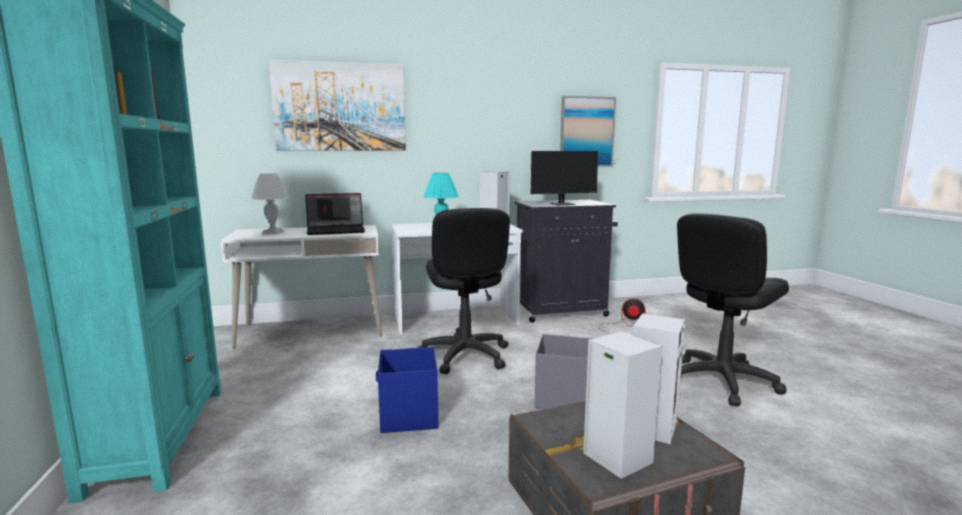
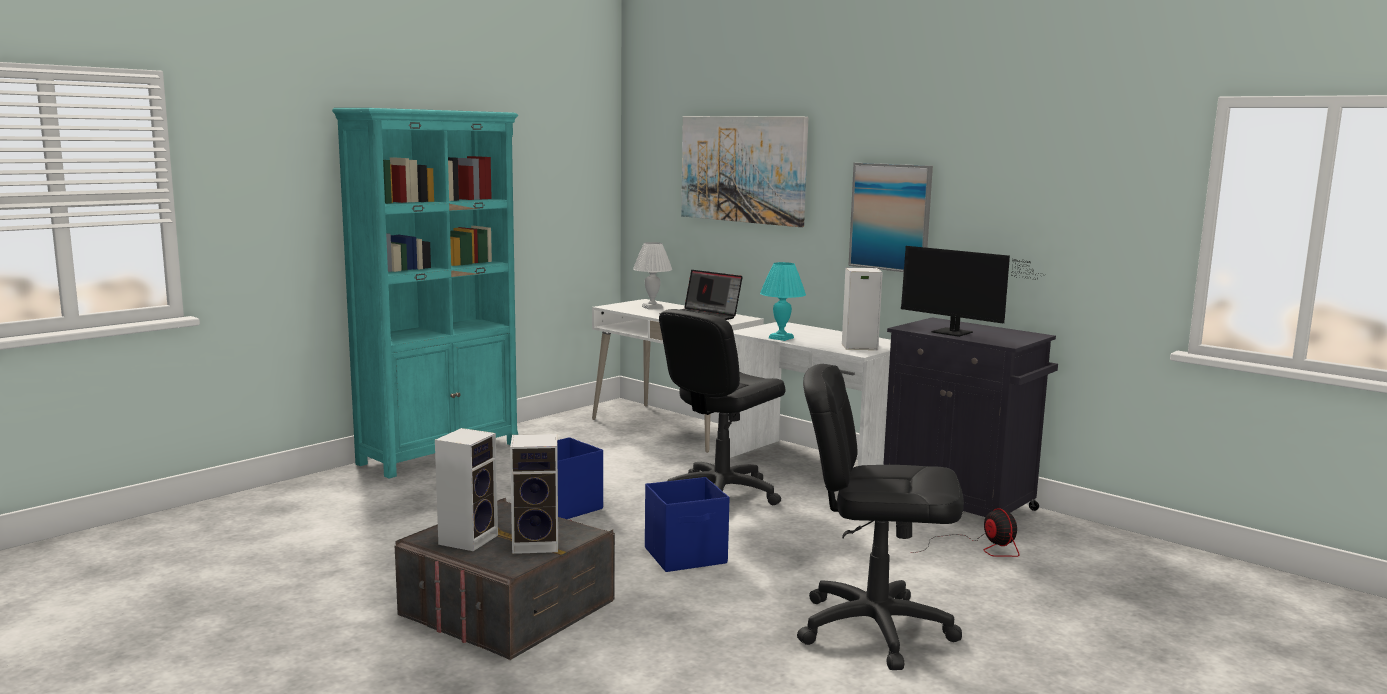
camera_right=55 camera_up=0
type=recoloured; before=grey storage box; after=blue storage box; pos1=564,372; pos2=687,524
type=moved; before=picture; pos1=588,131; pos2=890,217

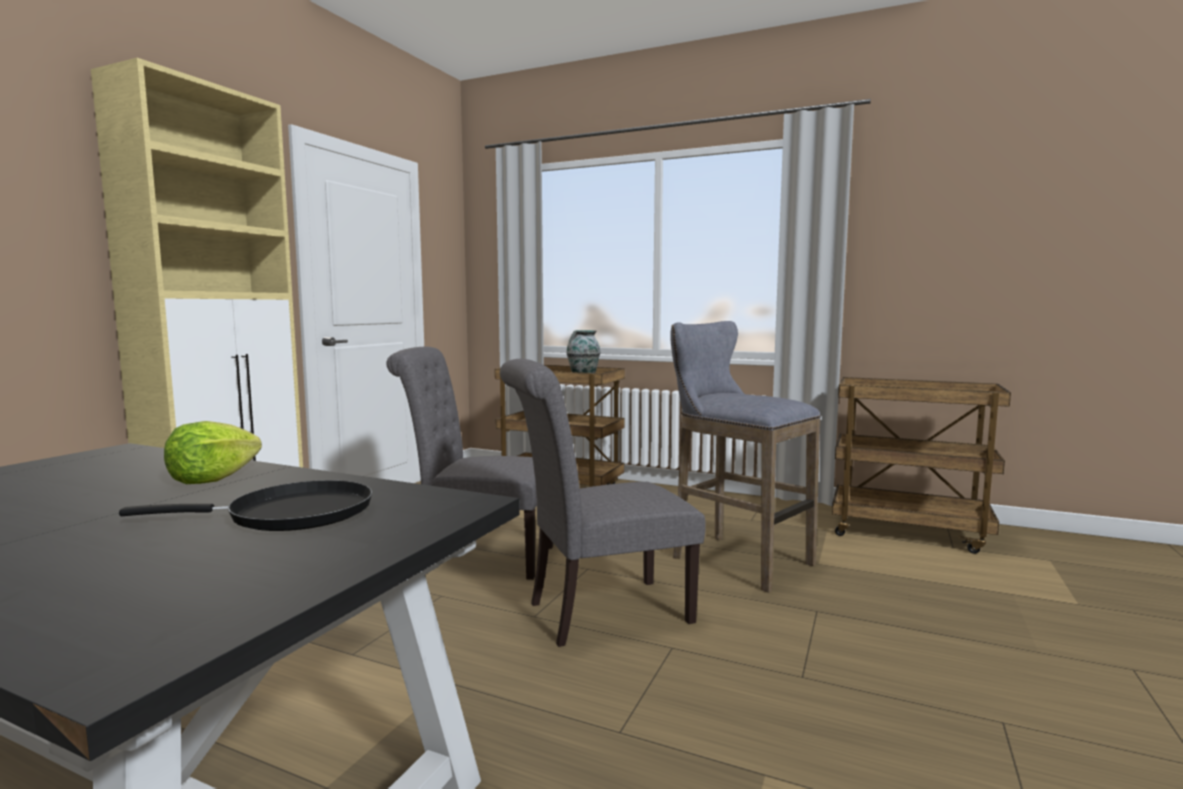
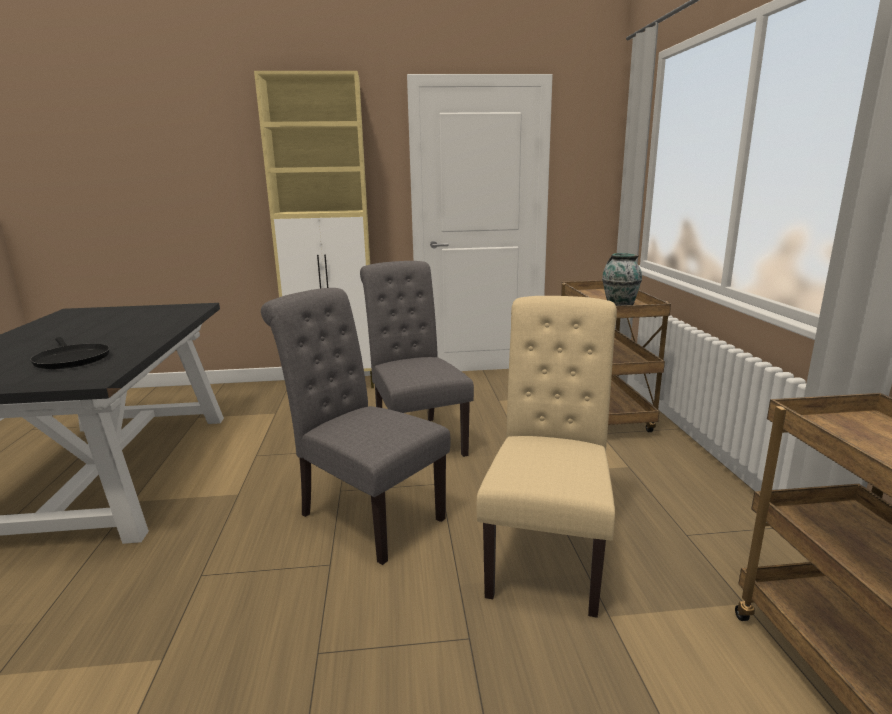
camera_right=60 camera_up=10
type=replaced; before=grey stool; after=beige chair; pos1=745,457; pos2=547,457
type=removed; before=lettuce; pos1=213,452

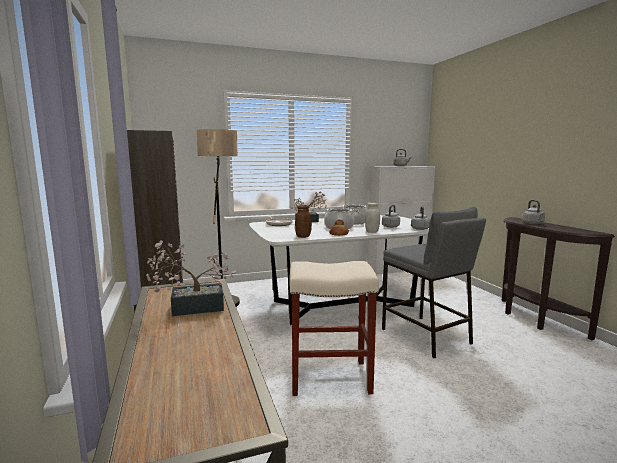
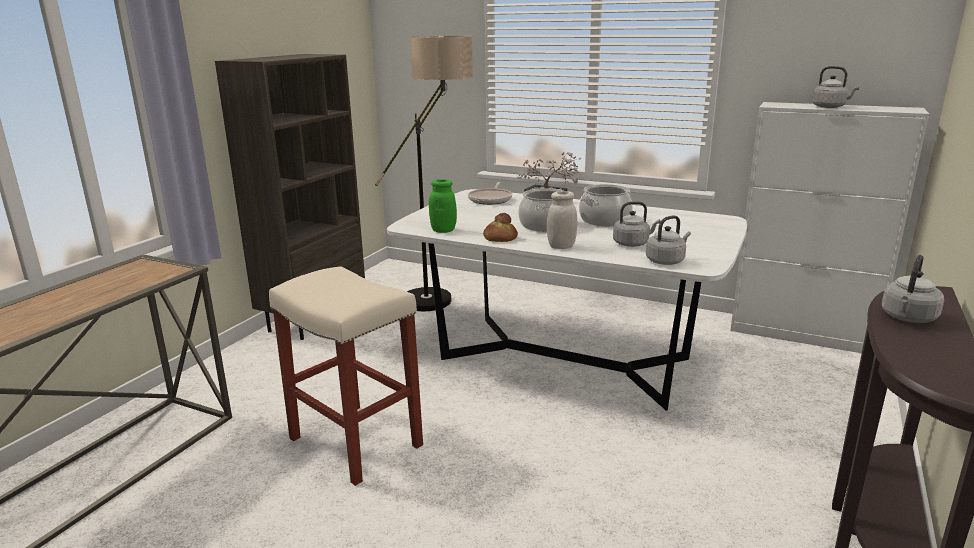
camera_right=45 camera_up=10
type=recoloured; before=brown jar; after=green jar; pos1=303,221; pos2=443,206
type=removed; before=potted plant; pos1=191,278
type=removed; before=grey stool; pos1=434,283

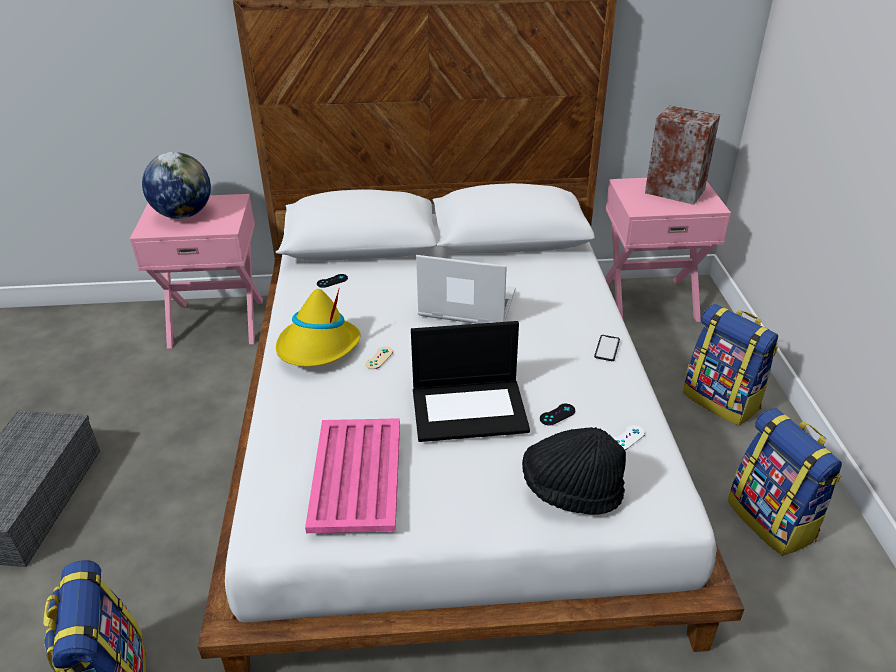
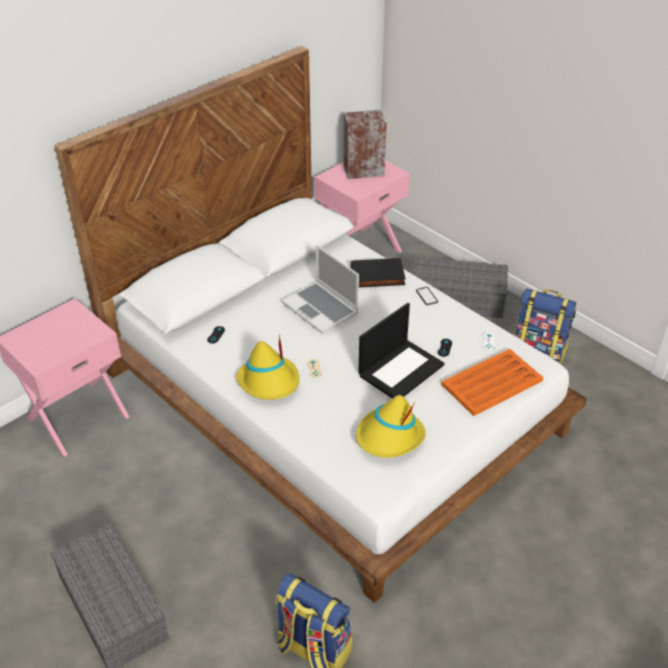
camera_right=-40 camera_up=5
type=turned; before=laptop; pos1=465,289; pos2=320,289; turn=-105
type=added; after=black book; pos2=378,273
type=replaced; before=pink tray; after=yellow hat; pos1=352,475; pos2=391,426
type=replaced; before=backpack; after=grey storage box; pos1=730,364; pos2=460,287
type=replaced; before=black hat; after=orange tray; pos1=574,471; pos2=492,382
type=removed; before=globe; pos1=176,185

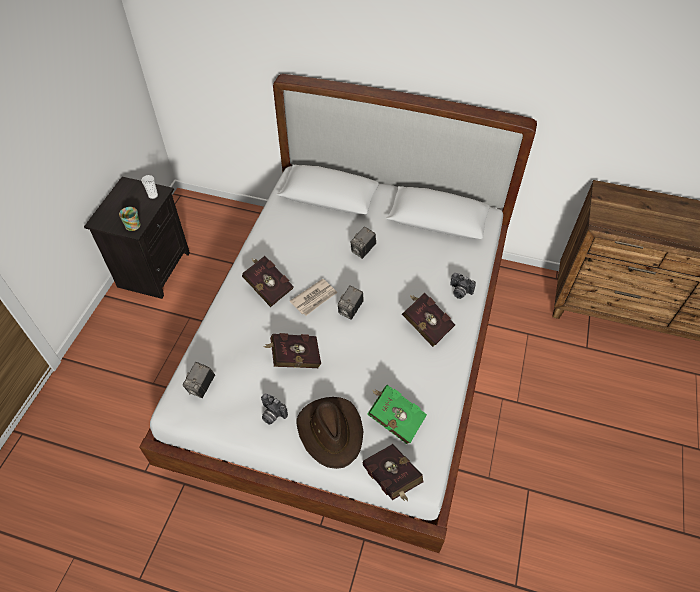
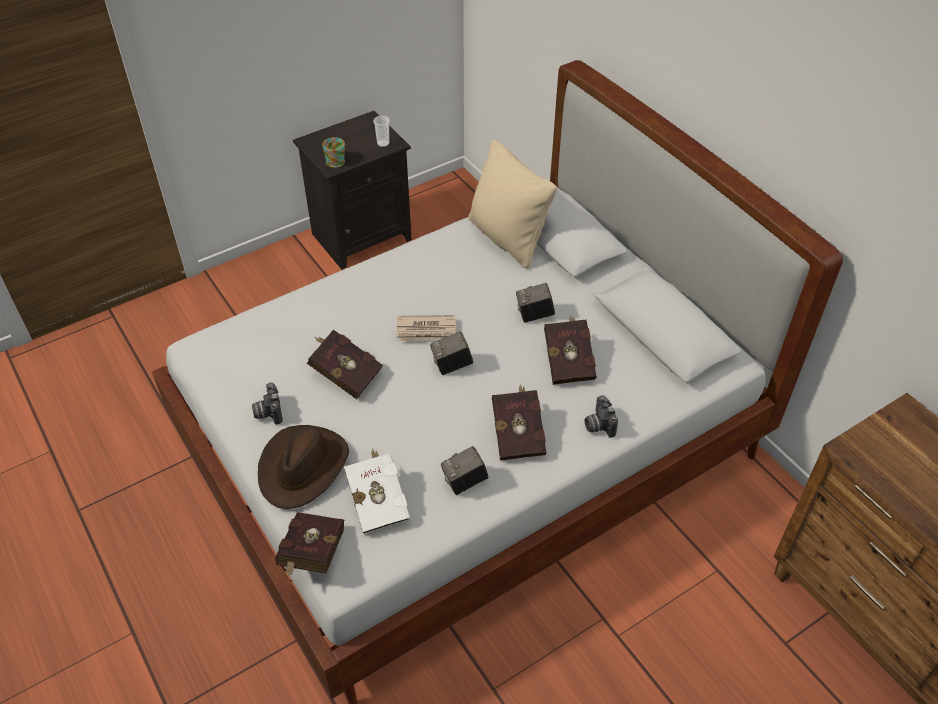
camera_right=40 camera_up=-5
type=recoloured; before=green book; after=white book; pos1=397,414; pos2=377,491
type=moved; before=photo camera; pos1=199,380; pos2=464,470
type=added; after=beige pillow; pos2=512,204
type=moved; before=red book; pos1=268,281; pos2=570,350

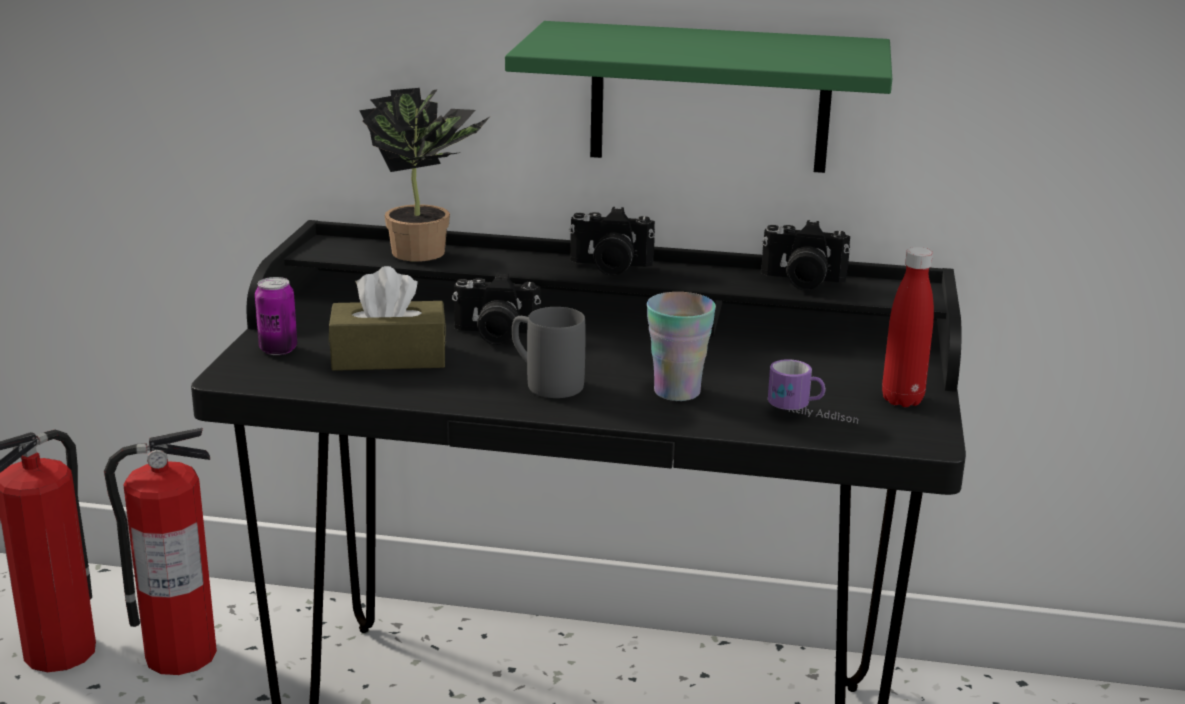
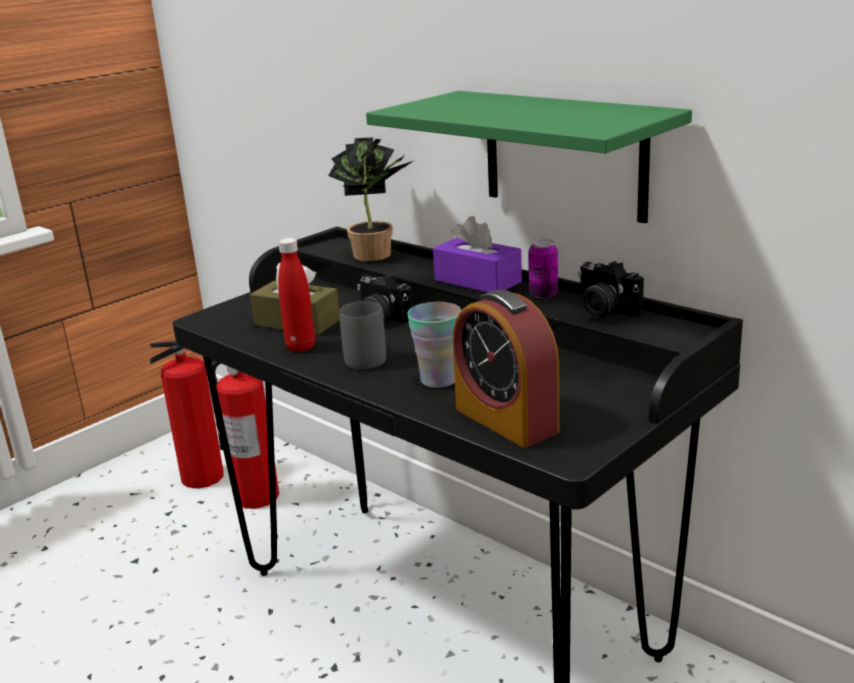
camera_right=35 camera_up=0
type=moved; before=red bottle; pos1=908,327; pos2=296,295
type=replaced; before=photo camera; after=purple tissue box; pos1=612,241; pos2=477,254
type=replaced; before=mug; after=alarm clock; pos1=813,391; pos2=506,369
type=moved; before=can; pos1=276,316; pos2=543,268

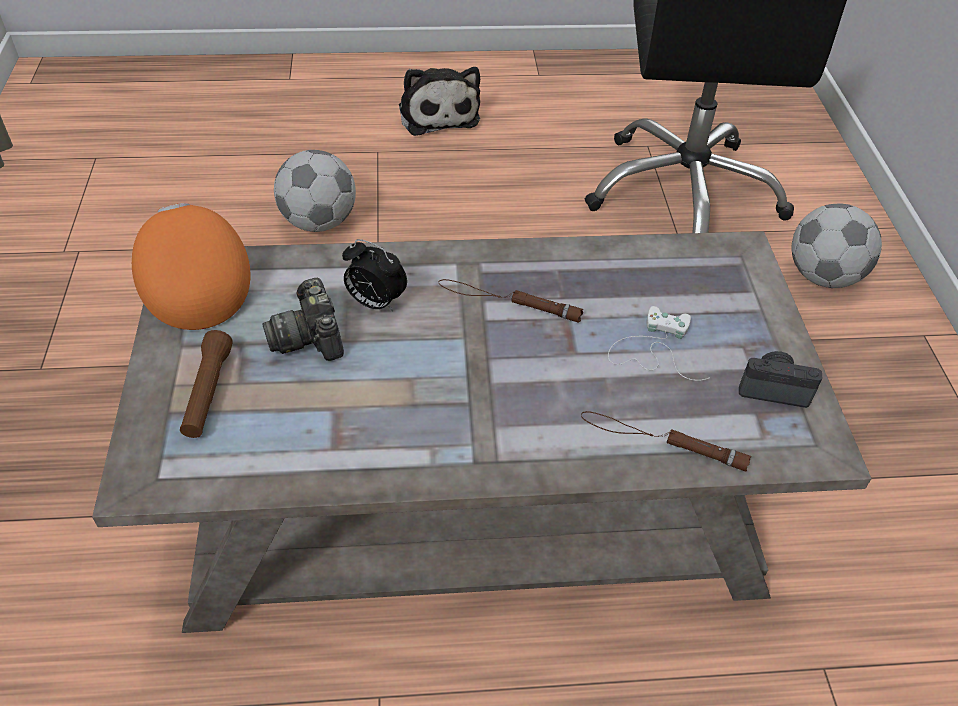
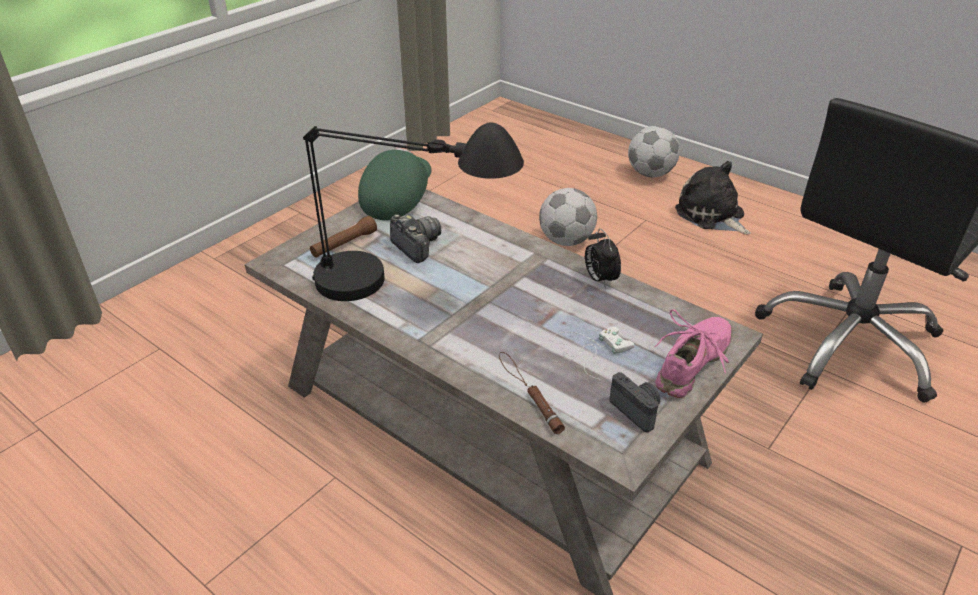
camera_right=45 camera_up=-10
type=added; after=black table lamp; pos2=413,211
type=recoloured; before=orange cap; after=green cap; pos1=191,266; pos2=395,184
type=turned; before=photo camera; pos1=303,319; pos2=415,238; turn=120
type=moved; before=alarm clock; pos1=374,275; pos2=603,257
type=moved; before=football; pos1=836,246; pos2=654,151
type=added; after=pink shoe; pos2=694,353
type=turned; before=plush toy; pos1=439,101; pos2=713,197; turn=120
type=removed; before=brown flashlight; pos1=511,301

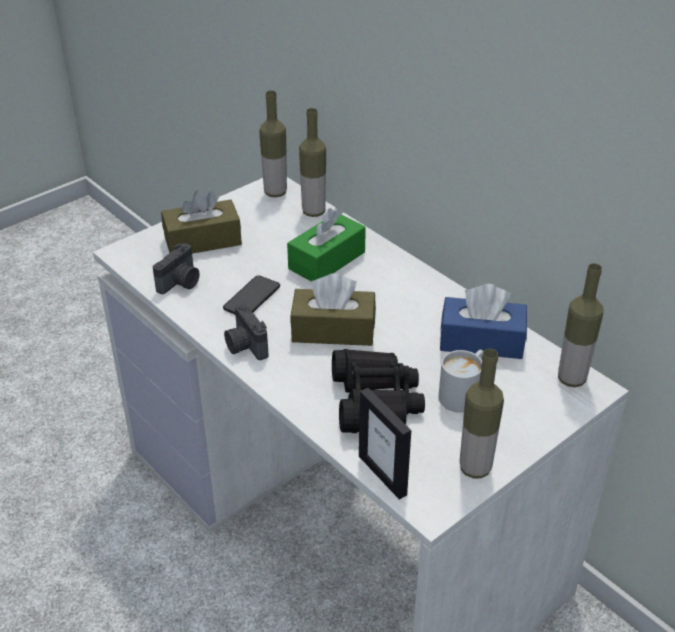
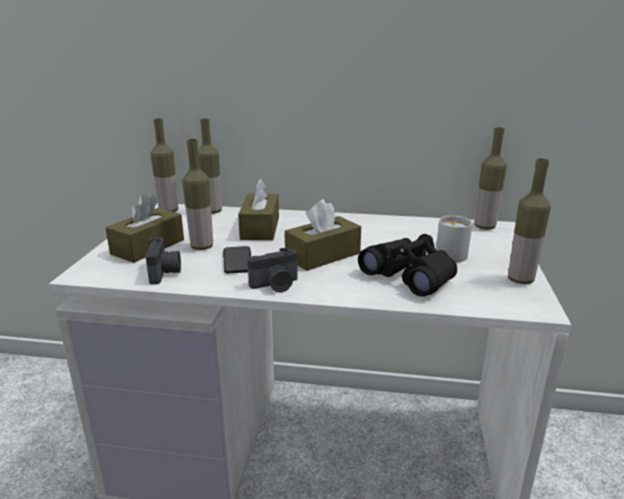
camera_right=-40 camera_up=-15
type=added; after=bottle; pos2=197,194
type=recoloured; before=green tissue box; after=brown tissue box; pos1=326,244; pos2=258,209
type=turned; before=photo camera; pos1=246,331; pos2=272,269; turn=-45
type=removed; before=picture frame; pos1=385,444
type=removed; before=blue tissue box; pos1=483,321

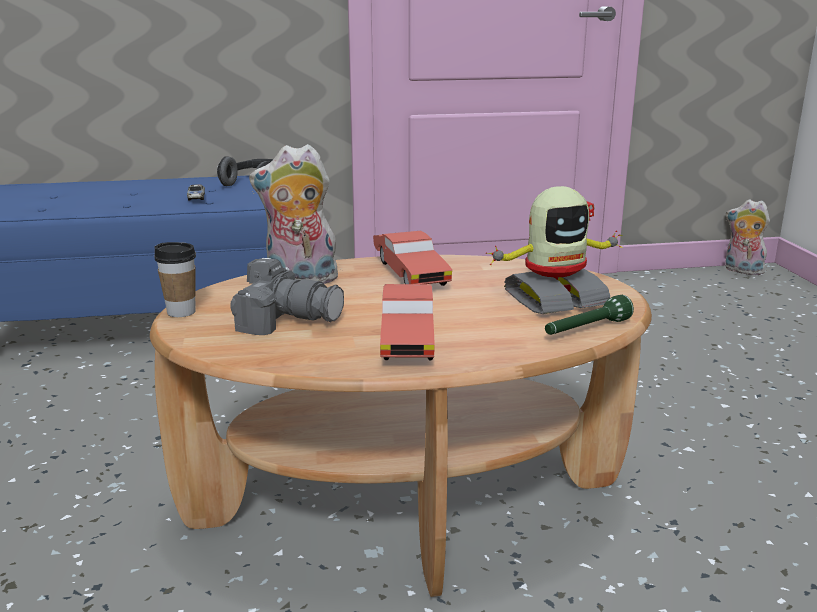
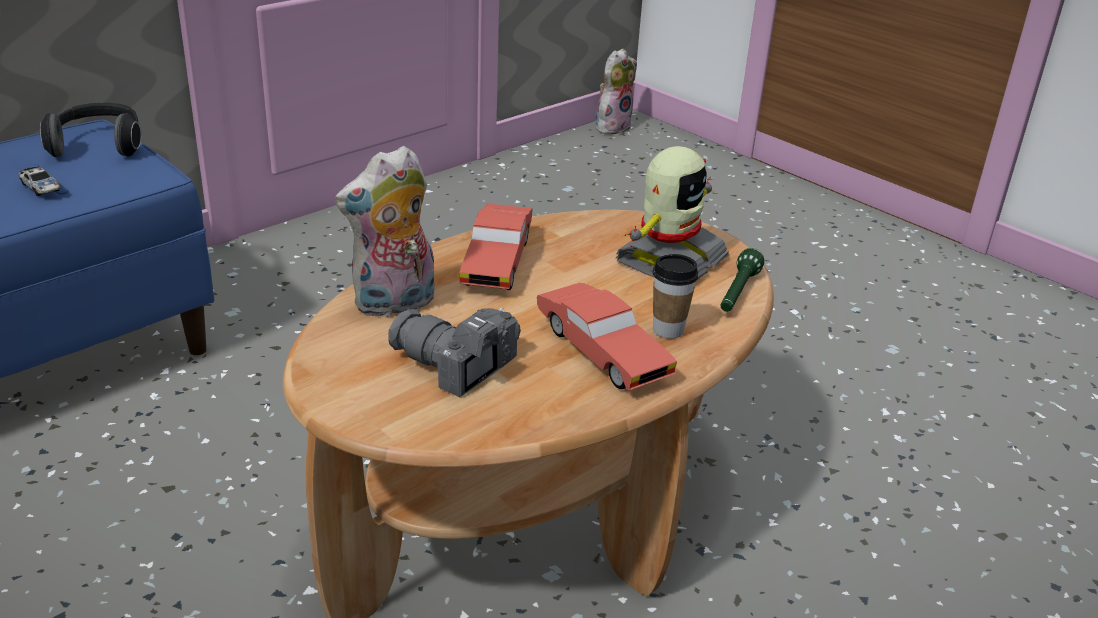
camera_right=-35 camera_up=10
type=turned; before=photo camera; pos1=287,296; pos2=454,352; turn=-135
type=turned; before=red toy car; pos1=412,258; pos2=496,247; turn=60
type=turned; before=plush toy; pos1=747,238; pos2=616,91; turn=135
type=moved; before=cup; pos1=175,279; pos2=675,296

